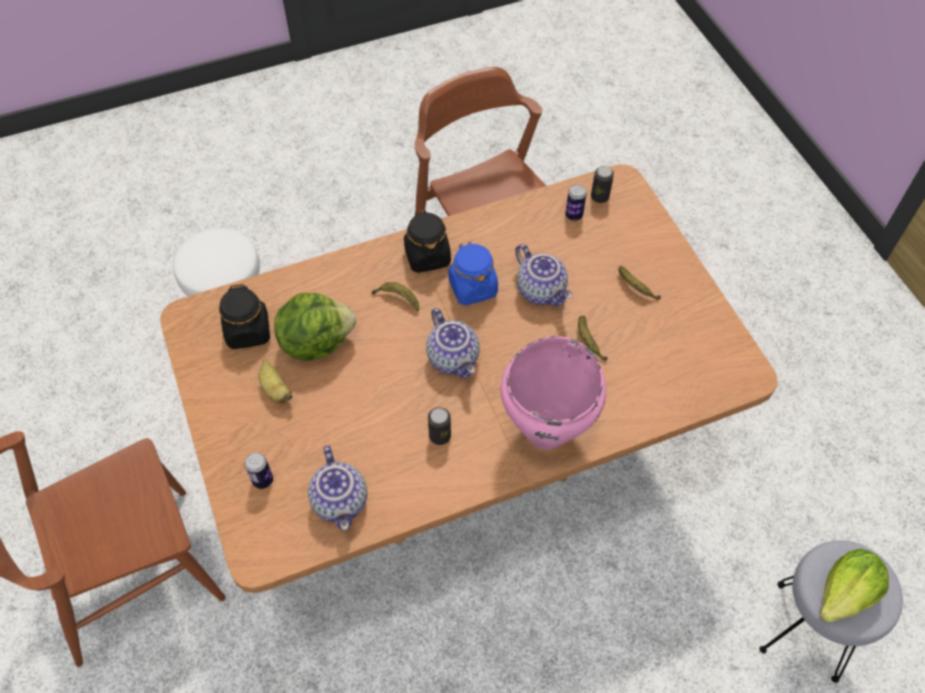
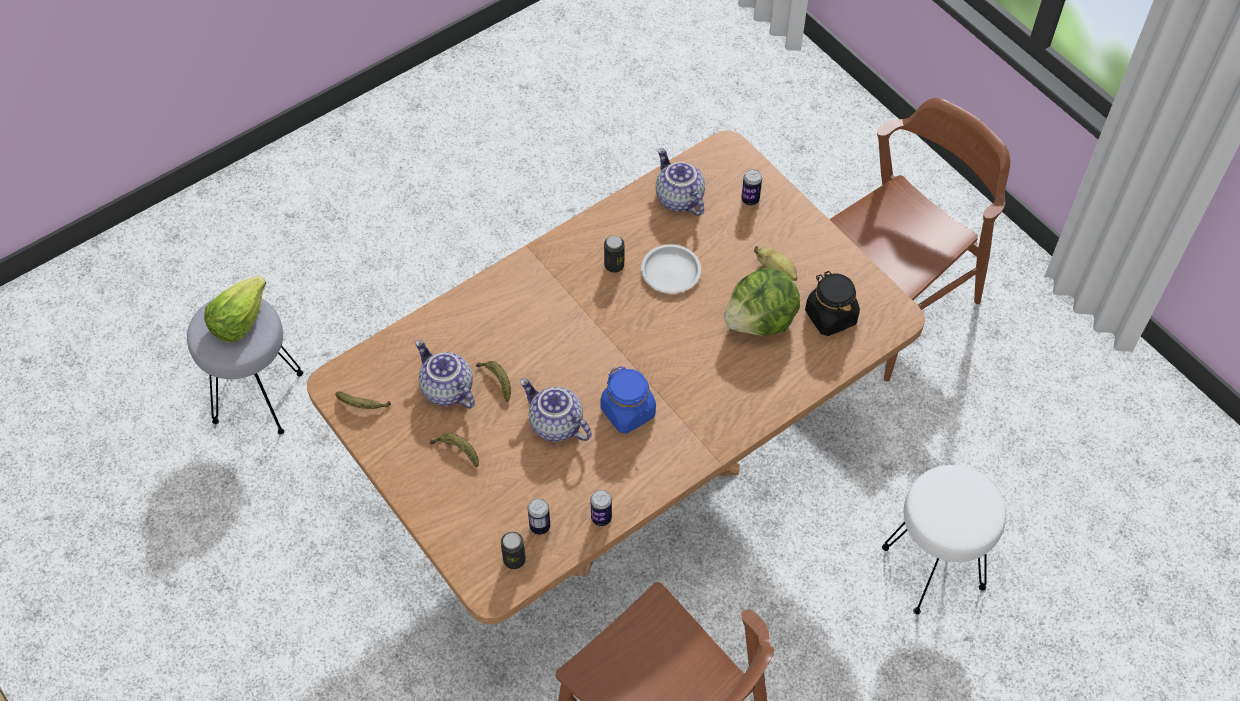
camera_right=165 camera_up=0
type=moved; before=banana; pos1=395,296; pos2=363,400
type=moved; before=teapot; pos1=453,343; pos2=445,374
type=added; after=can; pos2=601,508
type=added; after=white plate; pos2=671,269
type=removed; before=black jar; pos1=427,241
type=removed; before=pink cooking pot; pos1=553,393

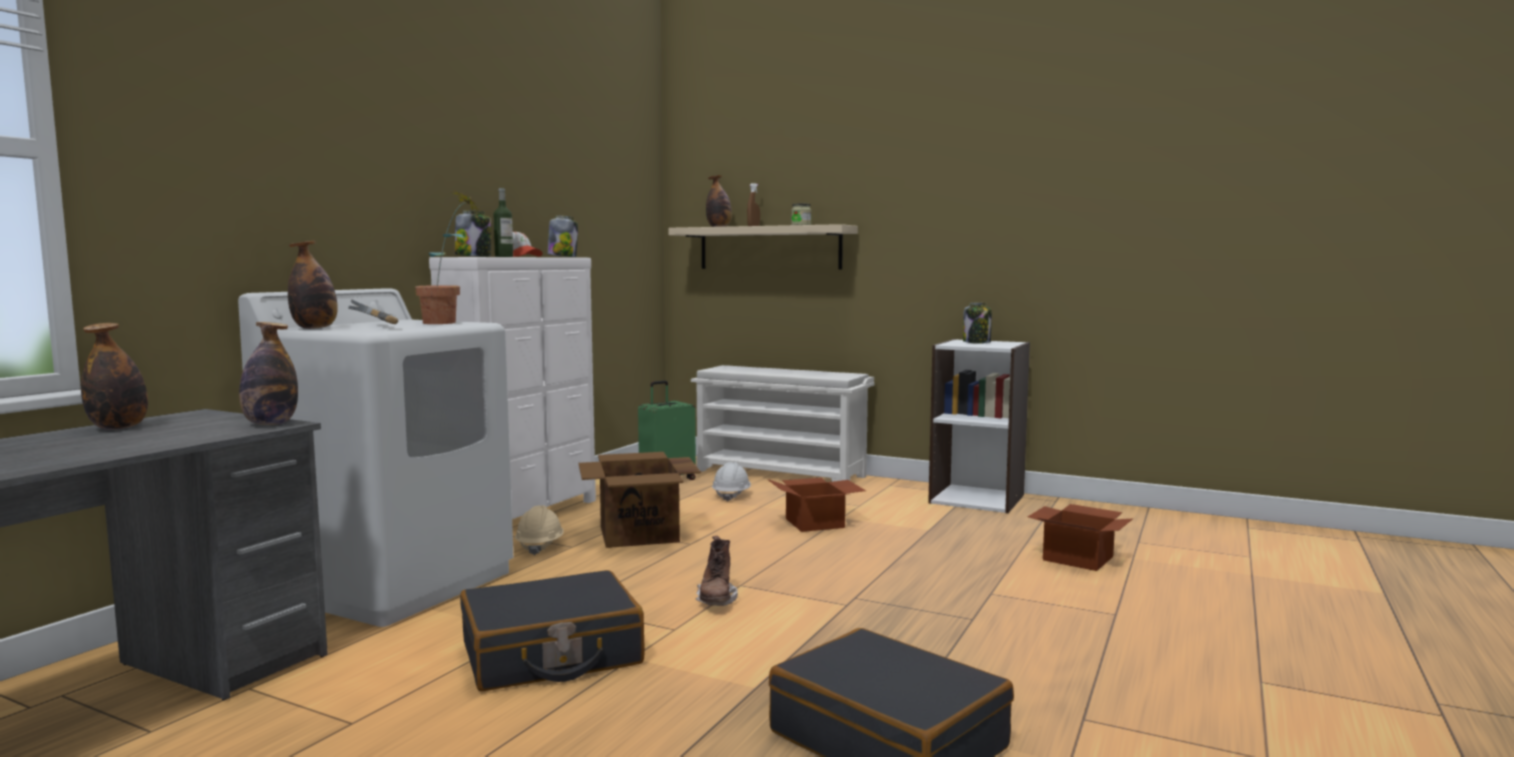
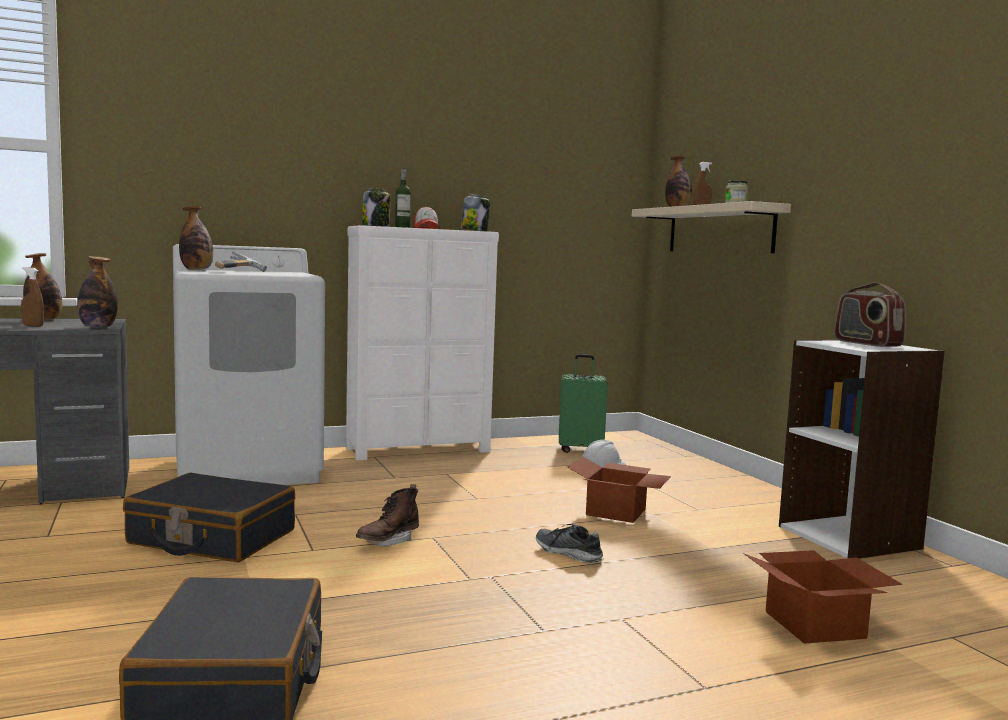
camera_right=40 camera_up=0
type=added; after=brown spray bottle; pos2=32,297
type=added; after=shoe; pos2=570,543
type=replaced; before=jar; after=radio; pos1=977,323; pos2=869,314
type=removed; before=potted plant; pos1=448,256
type=removed; before=beige hard hat; pos1=539,530
type=removed; before=cardboard box; pos1=640,500
type=removed; before=white shoe rack; pos1=783,423

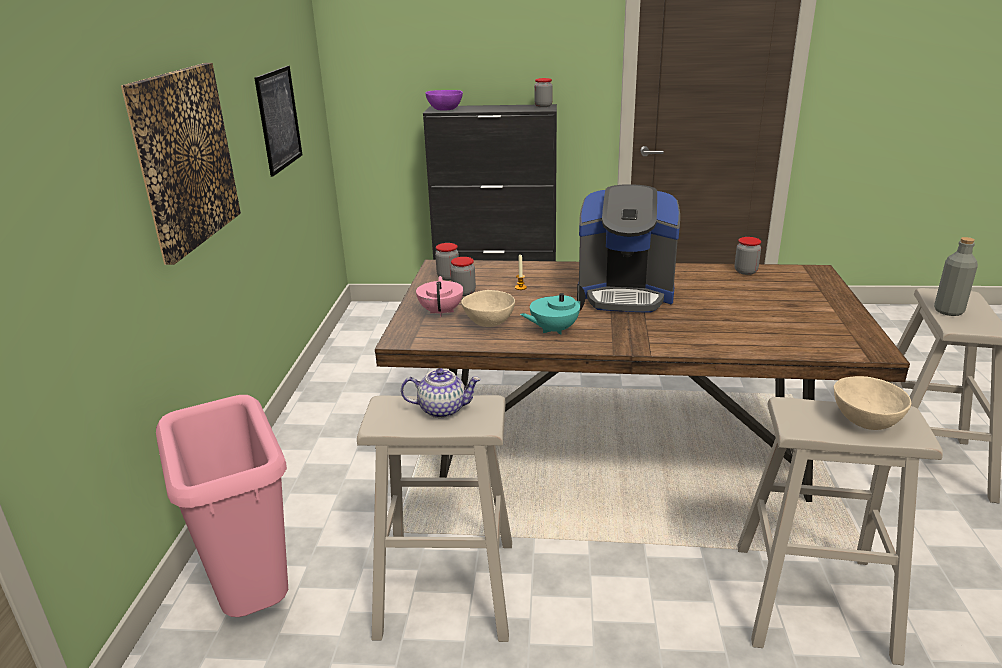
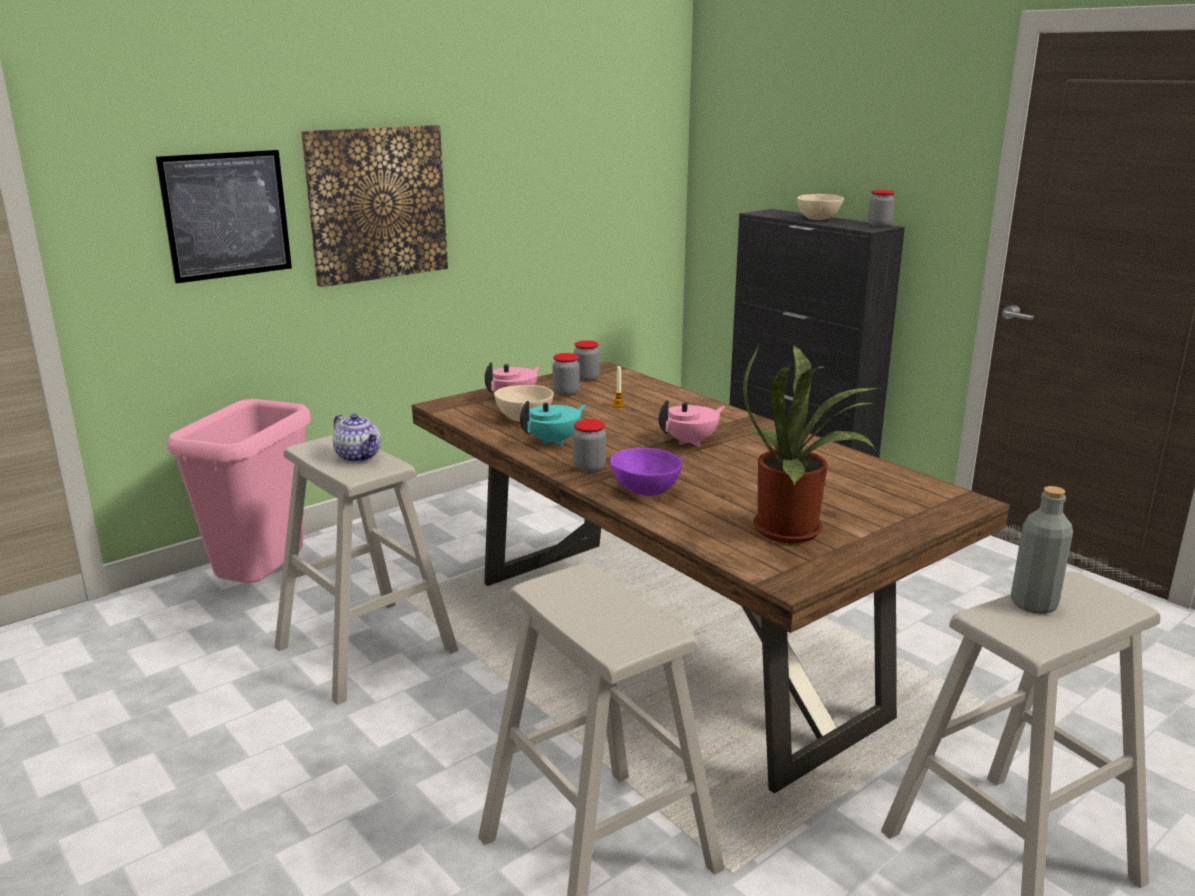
camera_right=45 camera_up=-5
type=moved; before=picture; pos1=278,121; pos2=224,217
type=turned; before=turquoise teapot; pos1=552,309; pos2=553,423; turn=120
type=moved; before=jar; pos1=748,256; pos2=589,446
type=moved; before=purple bowl; pos1=444,100; pos2=646,472
type=replaced; before=coffee machine; after=pink teapot; pos1=629,248; pos2=692,423
type=added; after=potted plant; pos2=810,443
type=moved; before=beige bowl; pos1=872,403; pos2=820,207

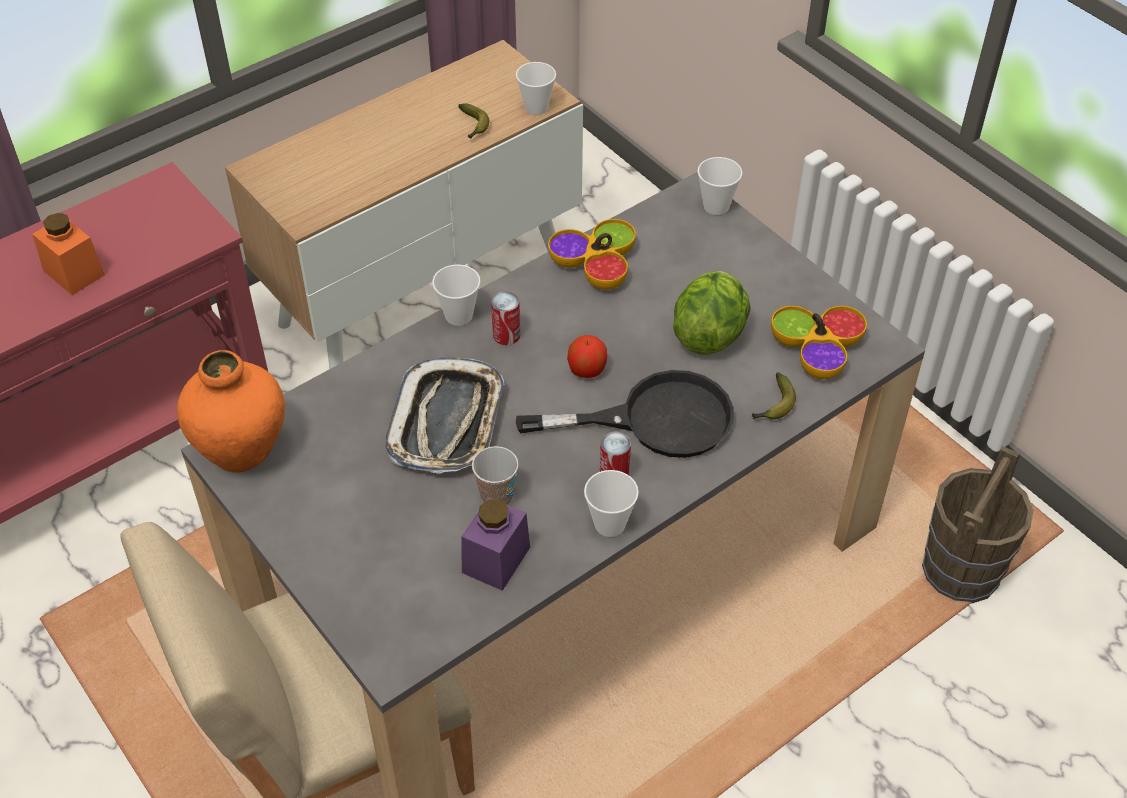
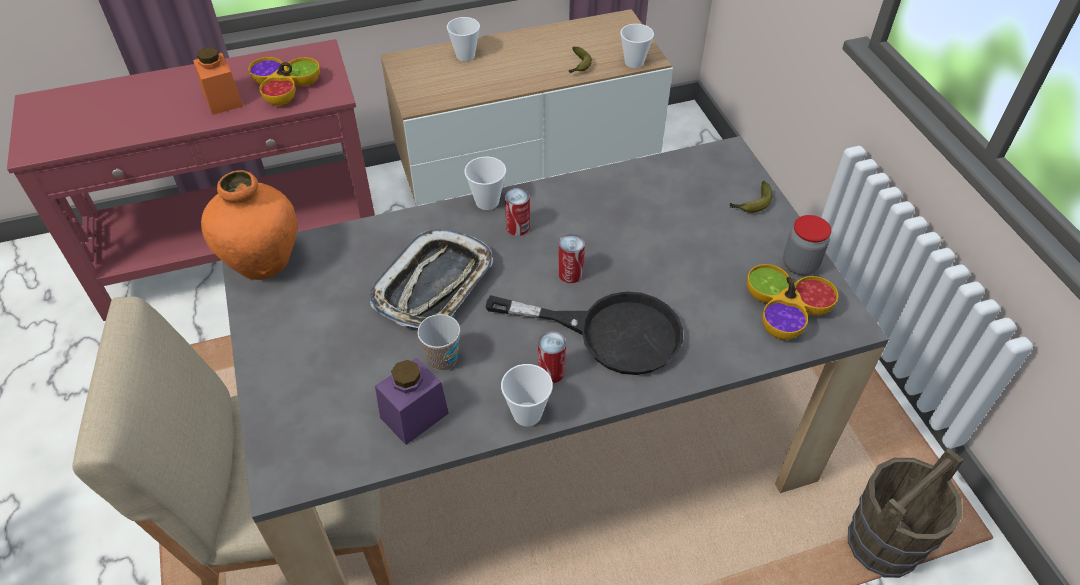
camera_right=20 camera_up=0
type=moved; before=bowl; pos1=592,254; pos2=284,81
type=moved; before=cup; pos1=720,186; pos2=463,39
type=replaced; before=apple; after=can; pos1=587,356; pos2=571,258
type=moved; before=banana; pos1=774,395; pos2=751,197
type=added; after=jar; pos2=807,245
type=removed; before=lettuce; pos1=711,313

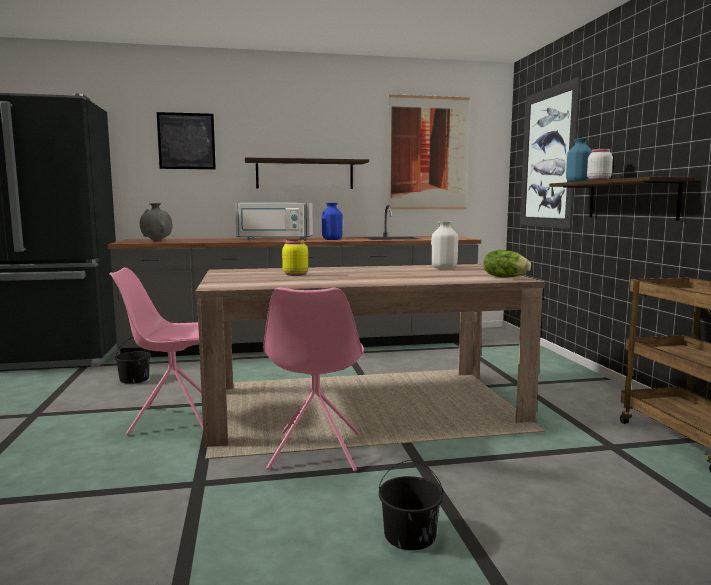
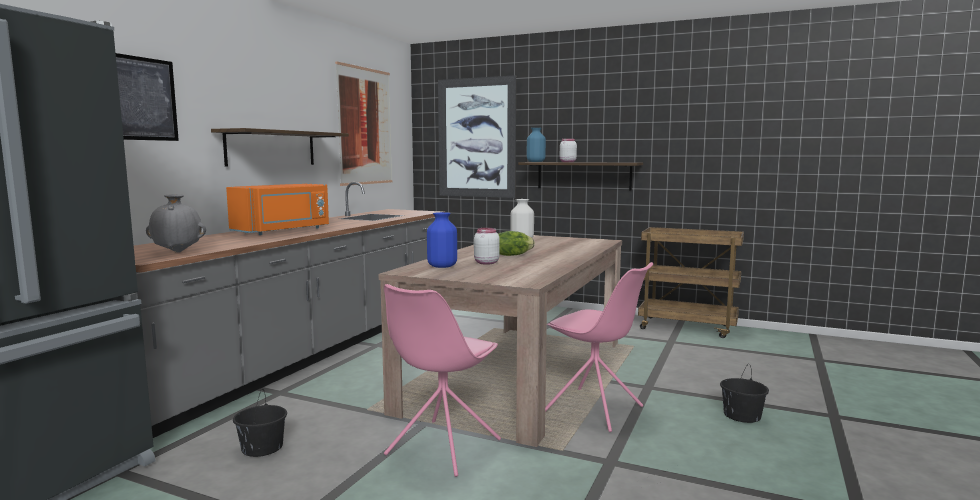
camera_right=-55 camera_up=0
type=recoloured; before=white microwave; after=orange microwave; pos1=274,221; pos2=277,209
type=moved; before=blue vase; pos1=332,221; pos2=442,240
type=recoloured; before=yellow jar; after=white jar; pos1=295,258; pos2=487,246
type=moved; before=lettuce; pos1=507,264; pos2=516,243

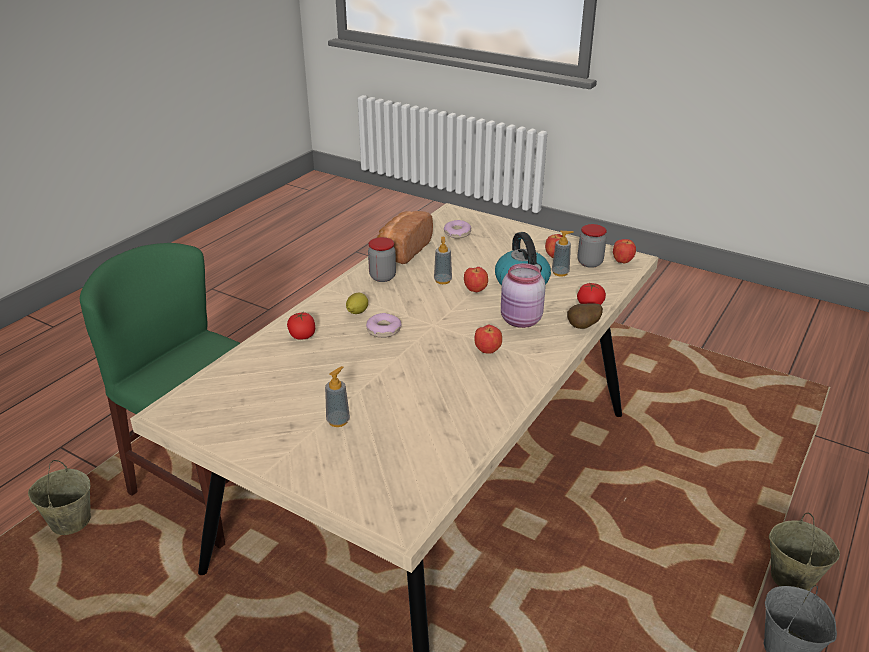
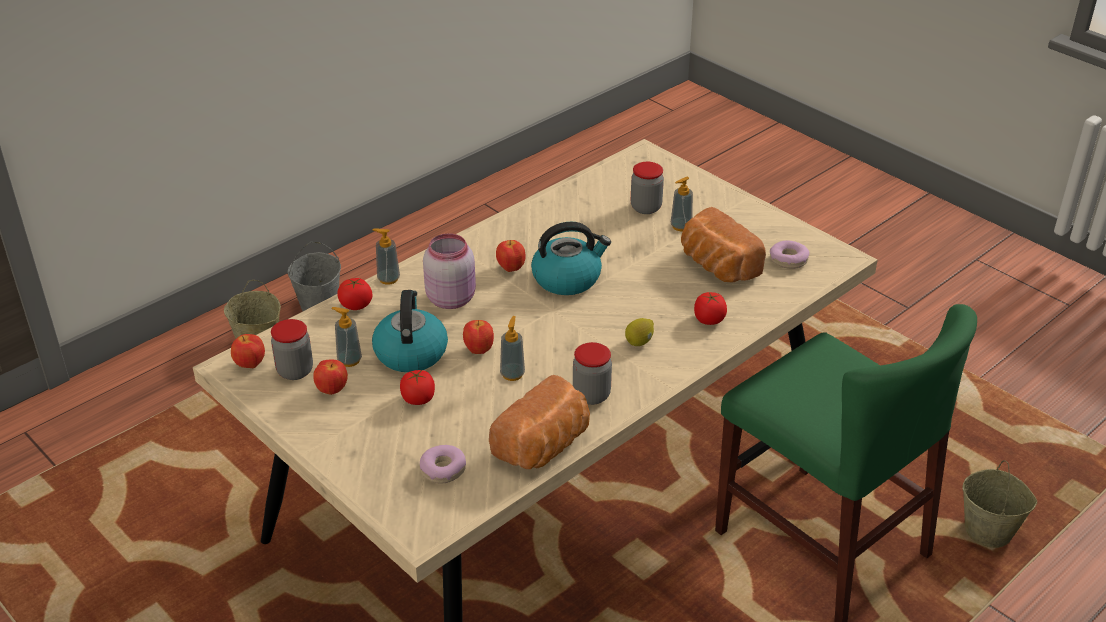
camera_right=-165 camera_up=5
type=replaced; before=potato; after=soap dispenser; pos1=585,316; pos2=386,256
type=added; after=tomato; pos2=417,387
type=added; after=kettle; pos2=571,258
type=added; after=jar; pos2=647,188
type=added; after=bread; pos2=723,244
type=moved; before=donut; pos1=384,325; pos2=790,254

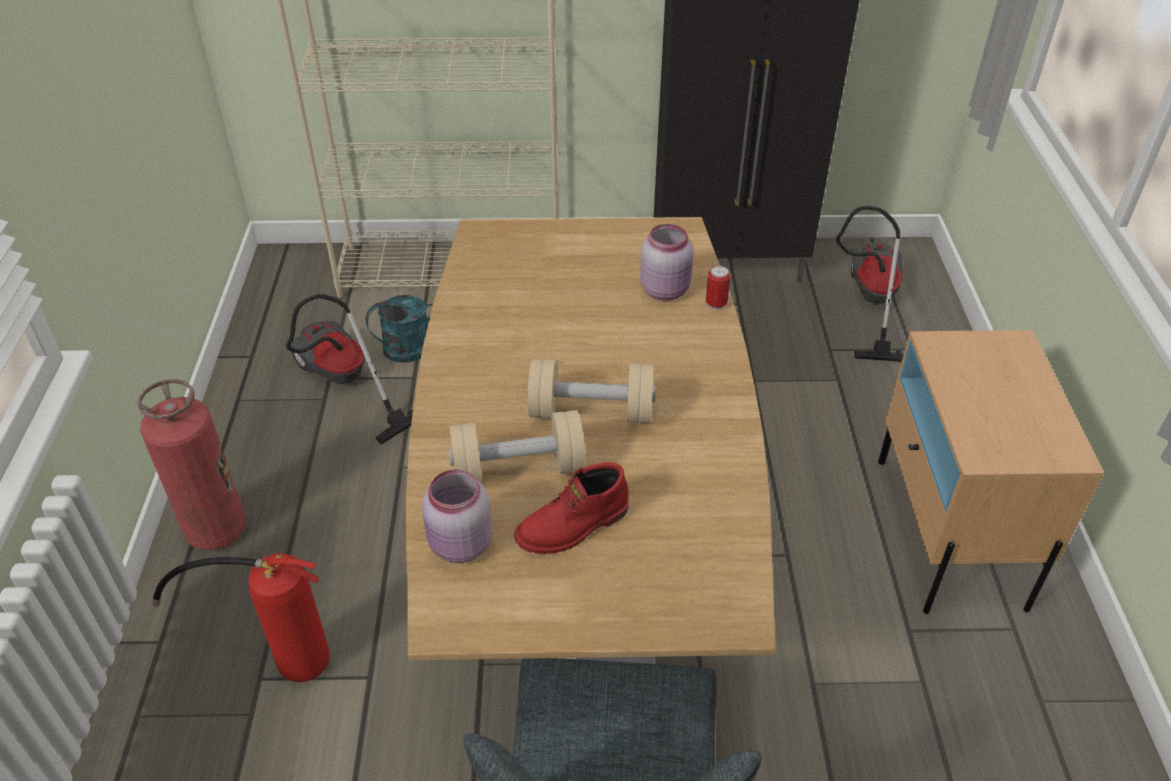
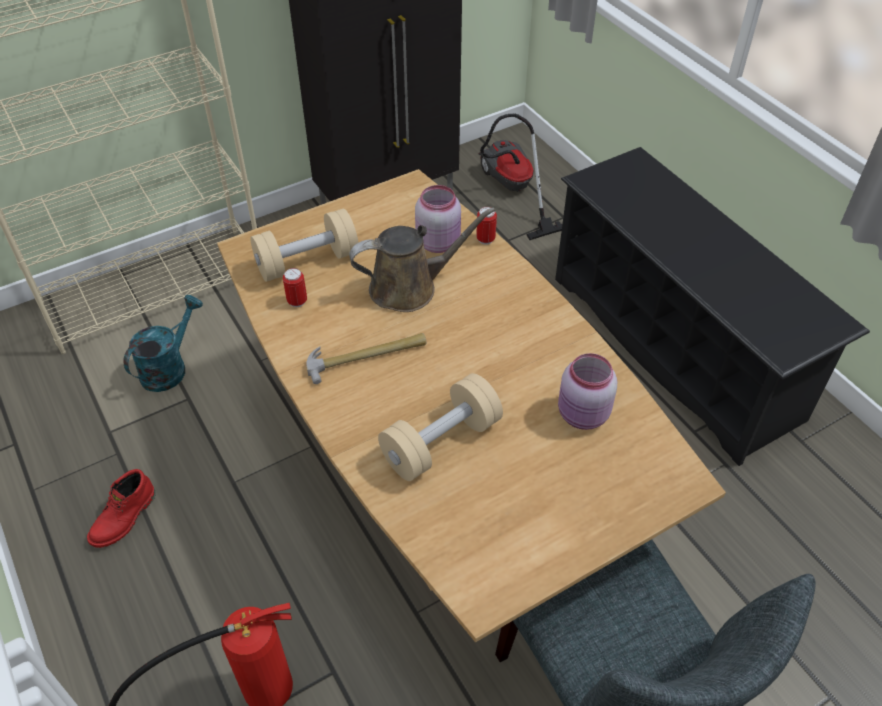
camera_right=-30 camera_up=5
type=moved; before=red boot; pos1=571,508; pos2=121,508
type=moved; before=beige dumbbell; pos1=591,391; pos2=304,245
type=added; after=can; pos2=295,287
type=added; after=hammer; pos2=366,358
type=added; after=brown watering can; pos2=422,259
type=replaced; before=beige nightstand; after=black shoe rack; pos1=991,472; pos2=712,306
type=moved; before=pink jar; pos1=457,516; pos2=587,391
type=removed; before=fire extinguisher; pos1=191,464
type=removed; before=vacuum cleaner; pos1=349,369

